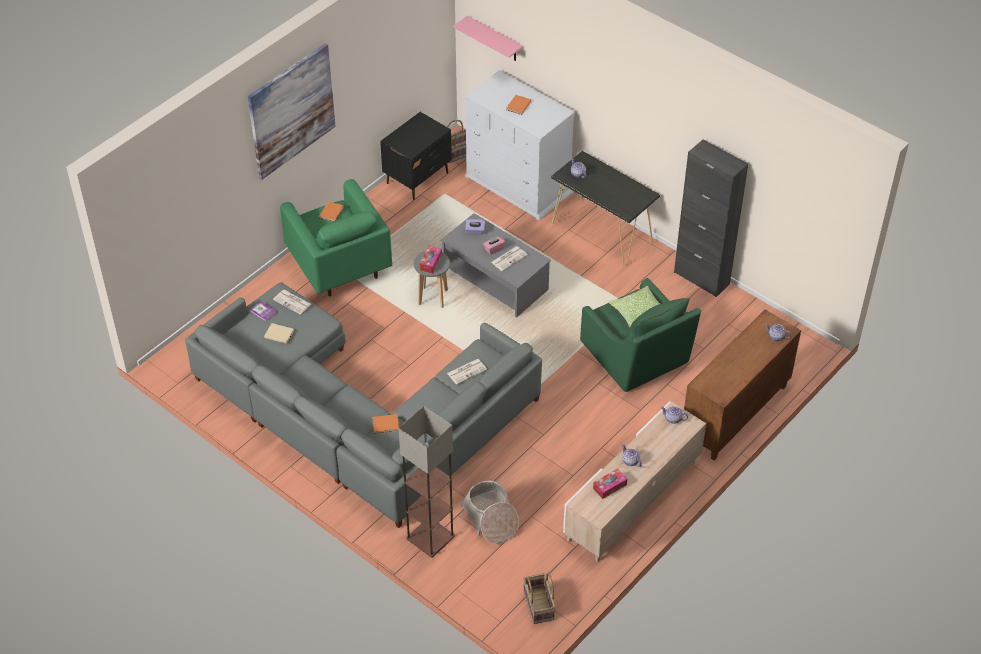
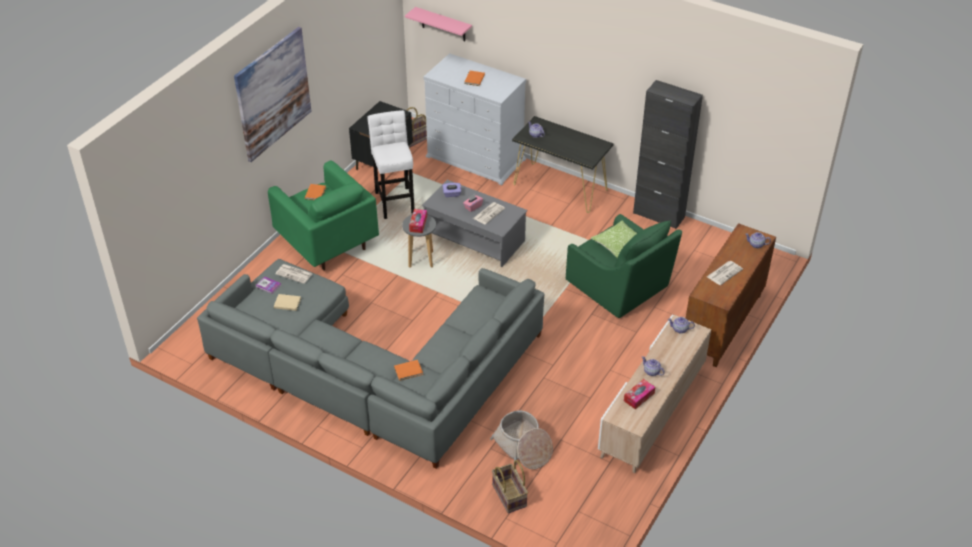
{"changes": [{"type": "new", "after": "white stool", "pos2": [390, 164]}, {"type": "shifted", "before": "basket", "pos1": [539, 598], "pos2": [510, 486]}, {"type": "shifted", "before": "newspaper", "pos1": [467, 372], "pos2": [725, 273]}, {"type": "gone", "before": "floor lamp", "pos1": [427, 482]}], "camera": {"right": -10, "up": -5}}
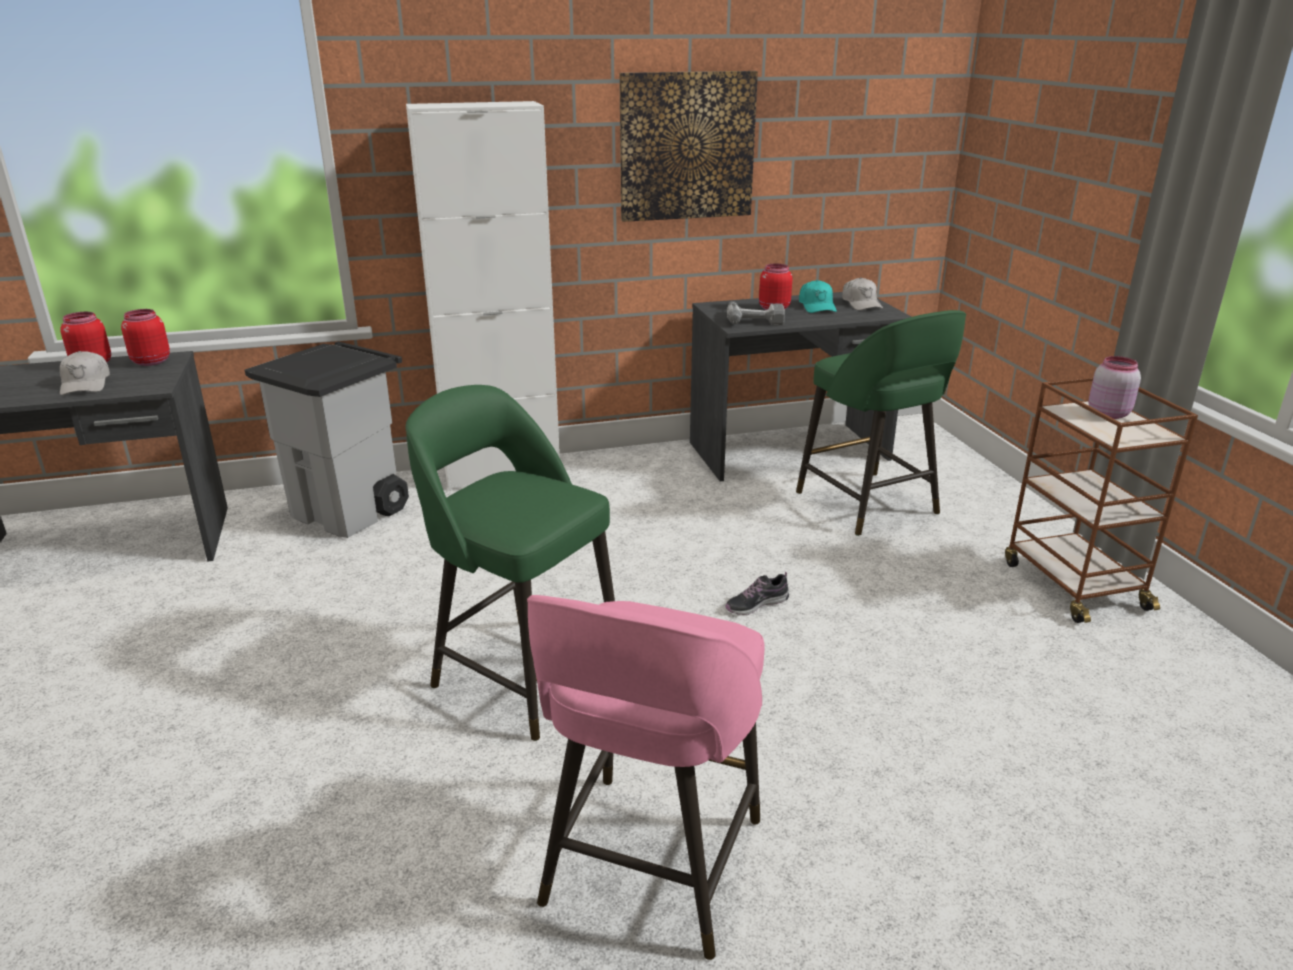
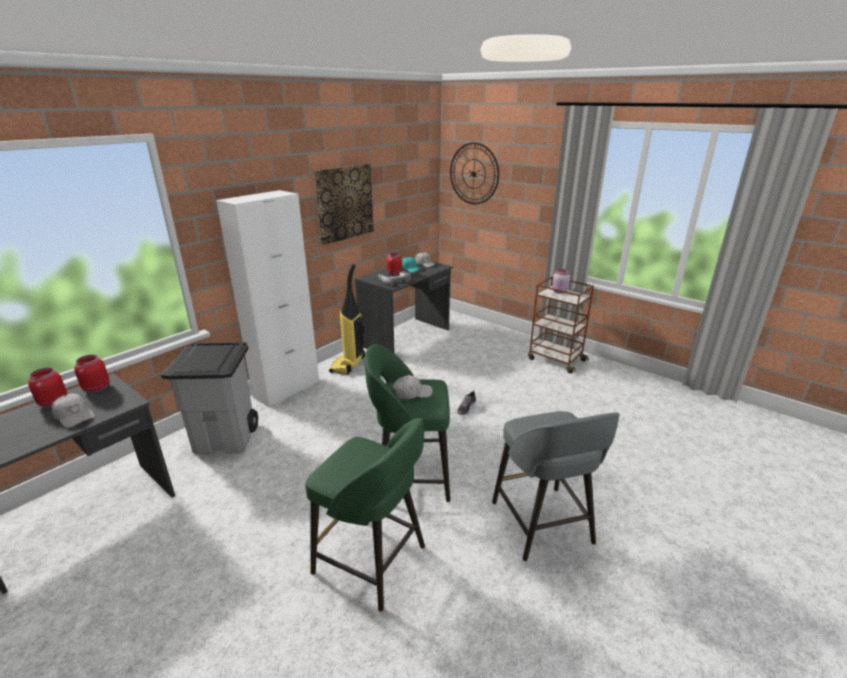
{"changes": [{"type": "shifted", "before": "green stool", "pos1": [881, 423], "pos2": [365, 514]}, {"type": "new", "after": "vacuum cleaner", "pos2": [347, 319]}, {"type": "new", "after": "white cap", "pos2": [413, 387]}, {"type": "new", "after": "wall clock", "pos2": [474, 173]}, {"type": "repainted", "before": "pink stool", "after": "grey stool", "pos1": [646, 777], "pos2": [556, 486]}], "camera": {"right": -35, "up": 0}}
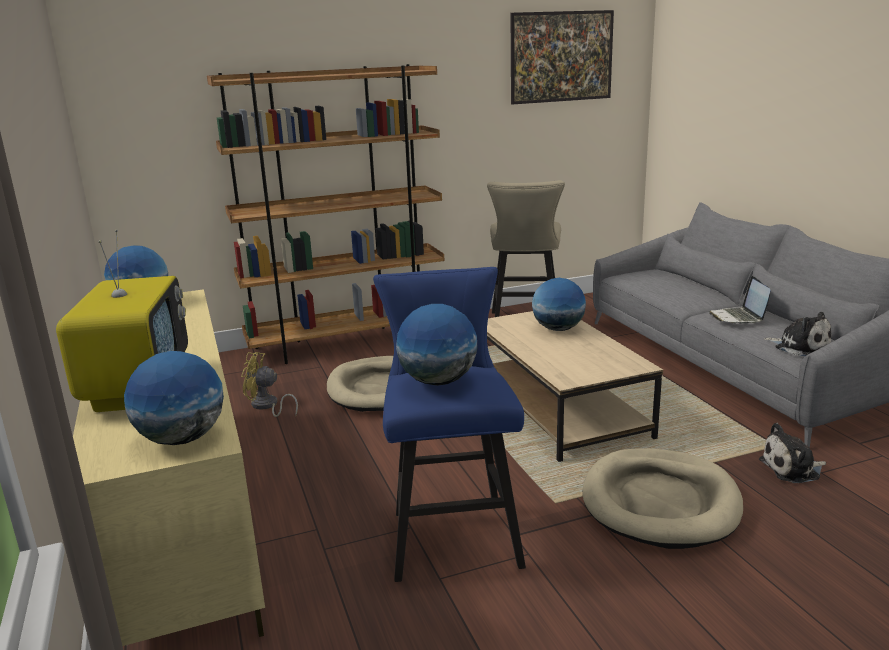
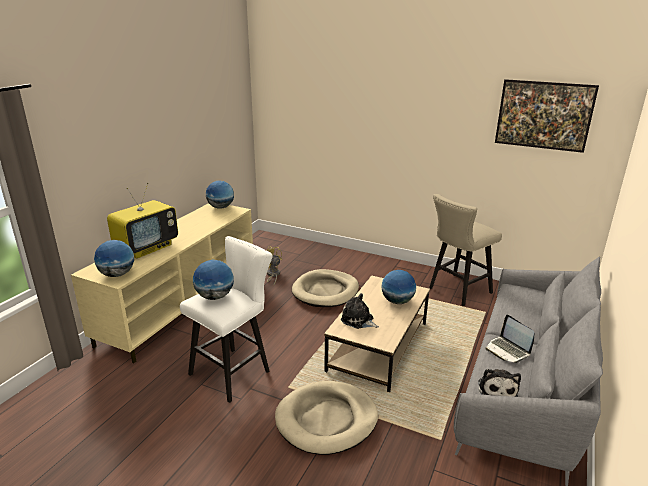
{"changes": [{"type": "repainted", "before": "blue stool", "after": "white stool", "pos1": [449, 424], "pos2": [226, 319]}, {"type": "shifted", "before": "plush toy", "pos1": [792, 453], "pos2": [360, 311]}, {"type": "rotated", "before": "laptop", "pos1": [739, 300], "pos2": [509, 339], "turn": -75}, {"type": "gone", "before": "brown bookcase", "pos1": [325, 214]}], "camera": {"right": 45, "up": 5}}
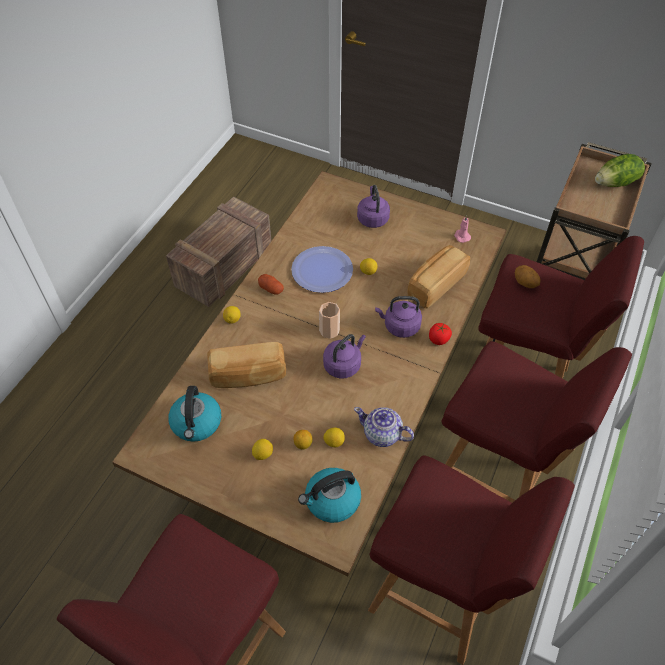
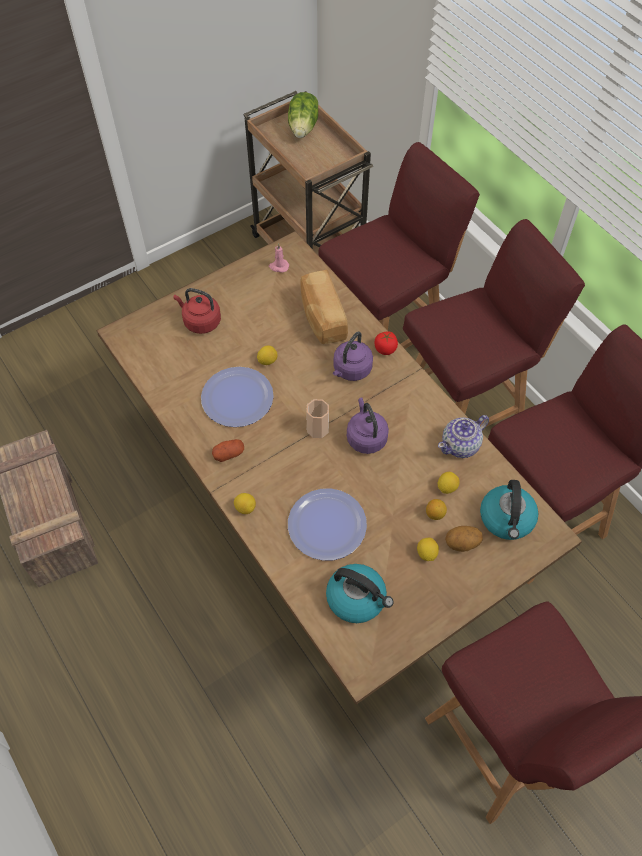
{"changes": [{"type": "repainted", "before": "purple kettle", "after": "red kettle", "pos1": [373, 206], "pos2": [197, 311]}, {"type": "swapped", "before": "bread", "after": "plate", "pos1": [246, 365], "pos2": [327, 524]}, {"type": "shifted", "before": "potato", "pos1": [528, 276], "pos2": [464, 539]}], "camera": {"right": -60, "up": 5}}
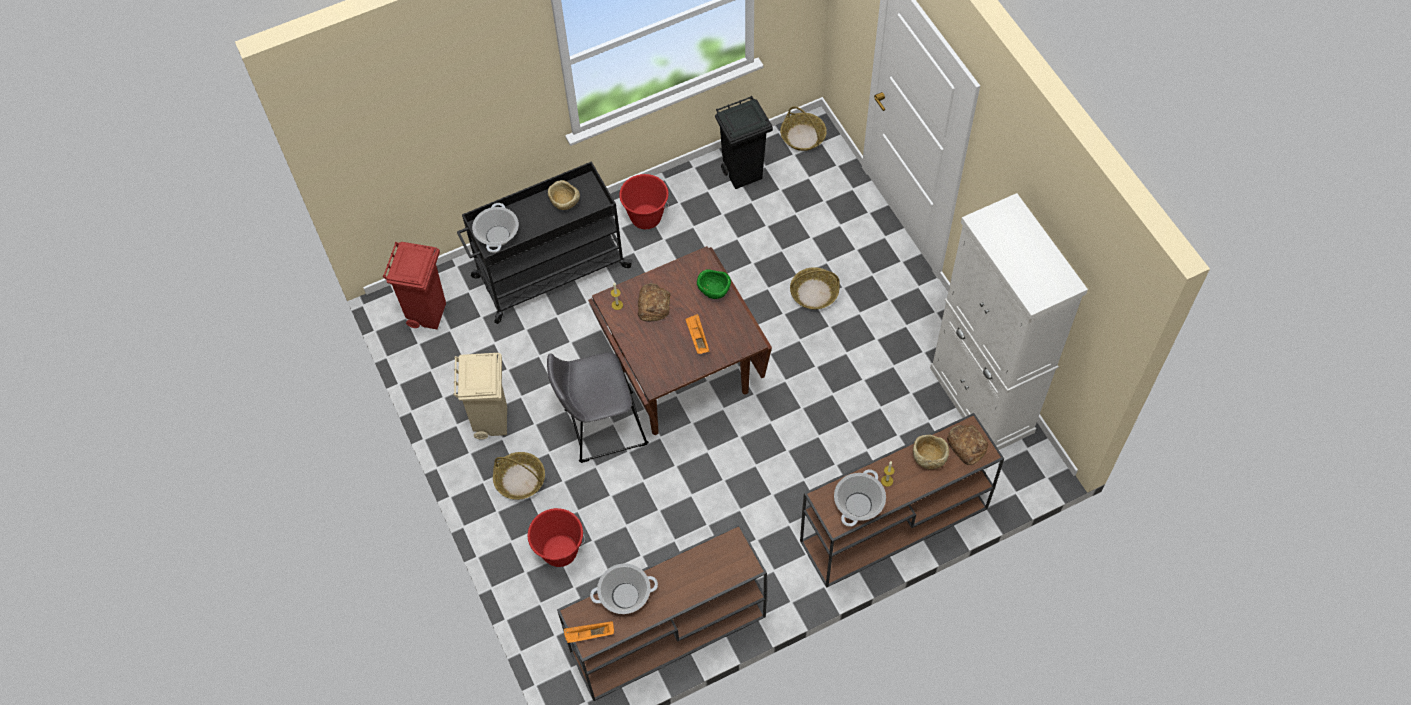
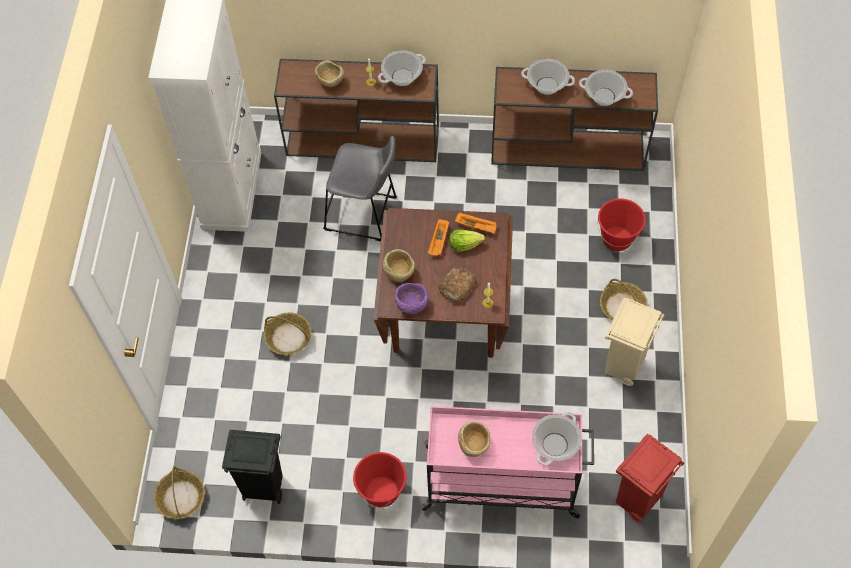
{"changes": [{"type": "shifted", "before": "grey stool", "pos1": [598, 407], "pos2": [360, 188]}, {"type": "repainted", "before": "green bowl", "after": "beige bowl", "pos1": [714, 284], "pos2": [399, 265]}, {"type": "new", "after": "purple bowl", "pos2": [411, 298]}, {"type": "repainted", "before": "black cart", "after": "pink cart", "pos1": [545, 242], "pos2": [506, 462]}, {"type": "new", "after": "lettuce", "pos2": [467, 241]}, {"type": "shifted", "before": "orange tray", "pos1": [589, 632], "pos2": [476, 223]}, {"type": "new", "after": "cooking pot", "pos2": [548, 77]}, {"type": "gone", "before": "bread", "pos1": [967, 445]}], "camera": {"right": -150, "up": 0}}
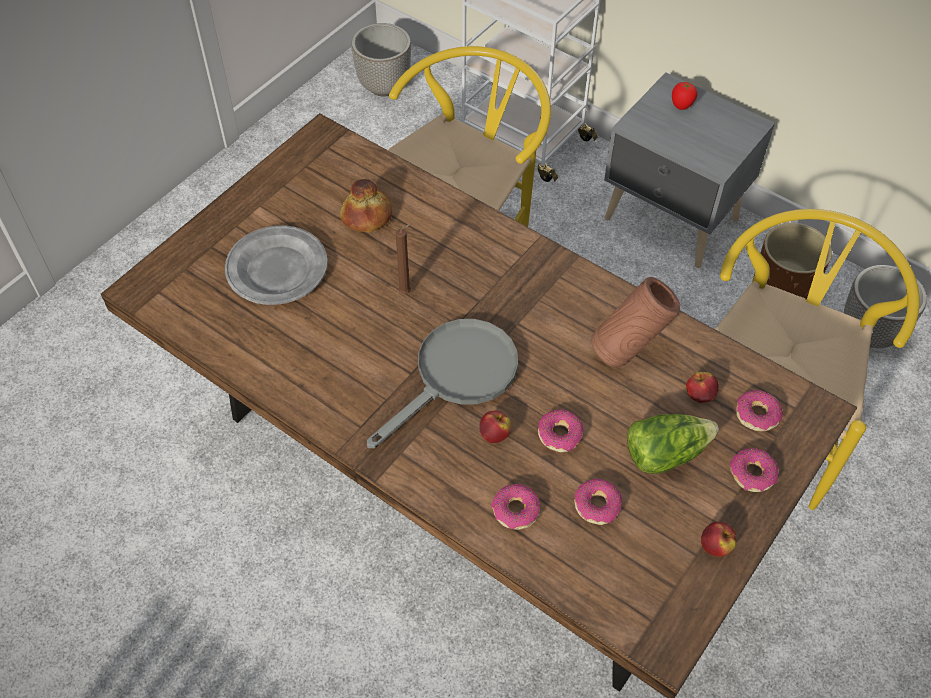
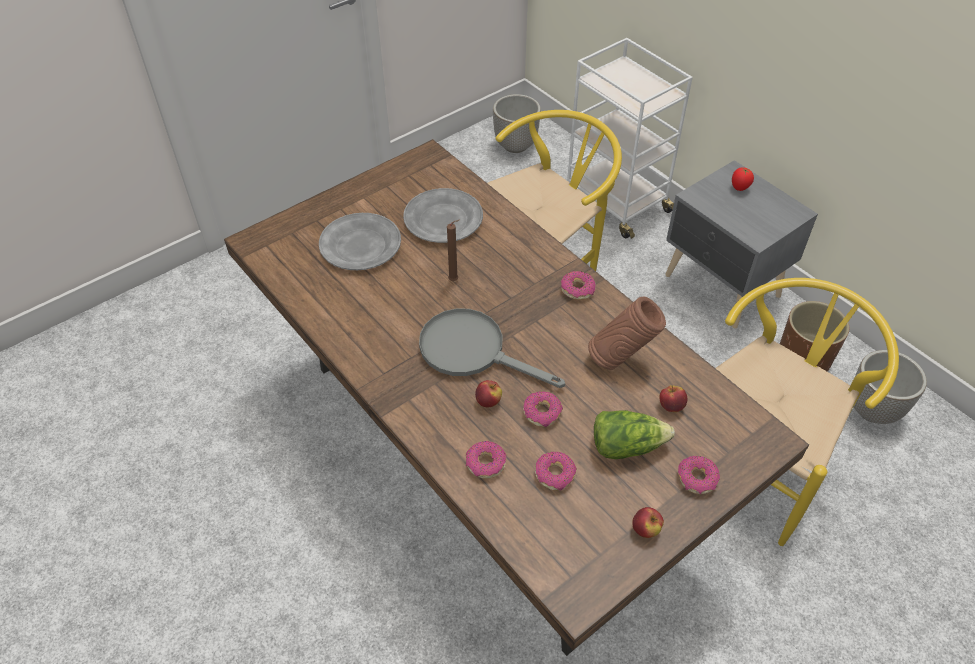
{"changes": [{"type": "swapped", "before": "bread", "after": "grey plate", "pos1": [366, 205], "pos2": [443, 215]}, {"type": "rotated", "before": "grey frying pan", "pos1": [442, 383], "pos2": [492, 348], "turn": -120}, {"type": "shifted", "before": "donut", "pos1": [759, 411], "pos2": [578, 285]}], "camera": {"right": 15, "up": -5}}
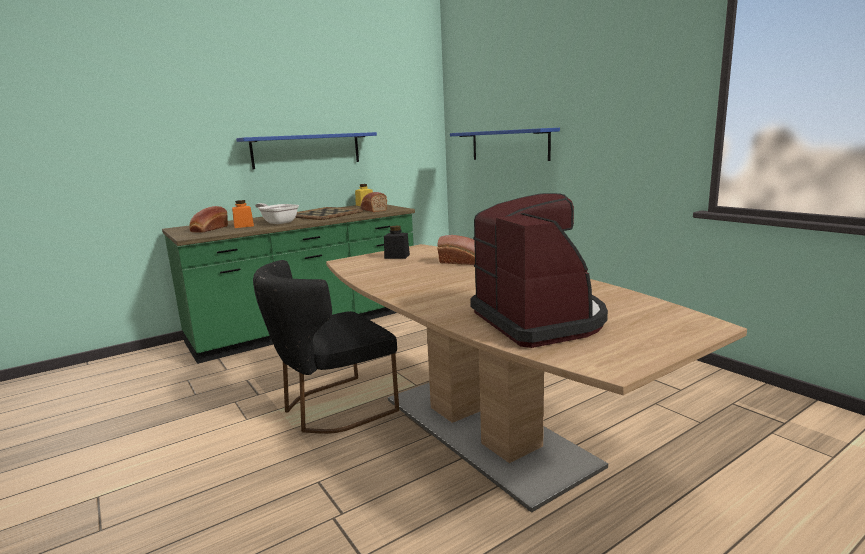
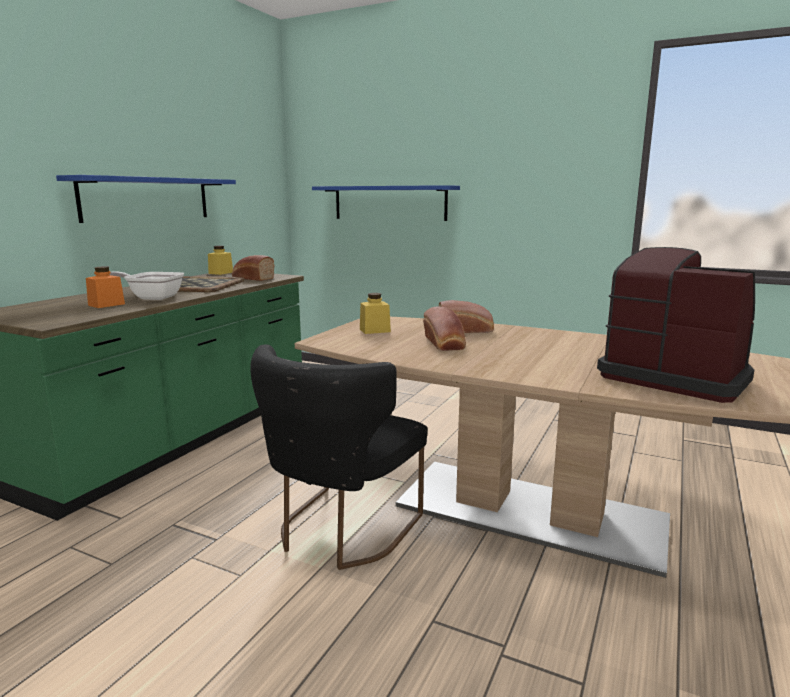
{"changes": [{"type": "repainted", "before": "black jar", "after": "yellow jar", "pos1": [397, 242], "pos2": [375, 313]}, {"type": "shifted", "before": "bread", "pos1": [209, 219], "pos2": [444, 329]}], "camera": {"right": -30, "up": 0}}
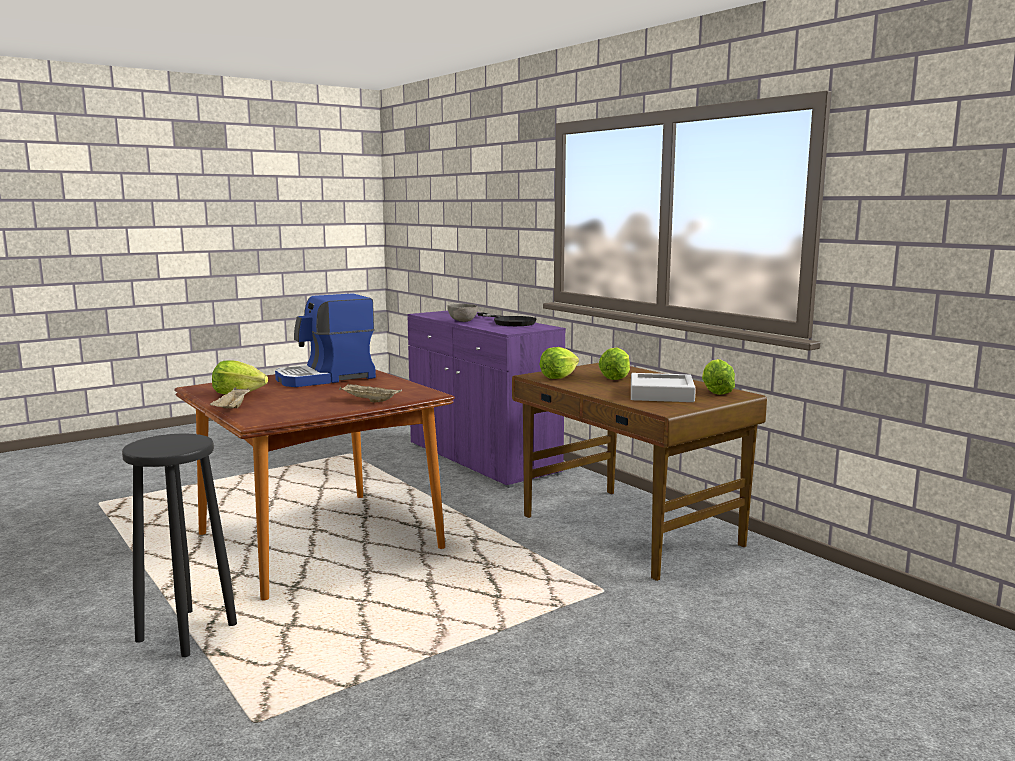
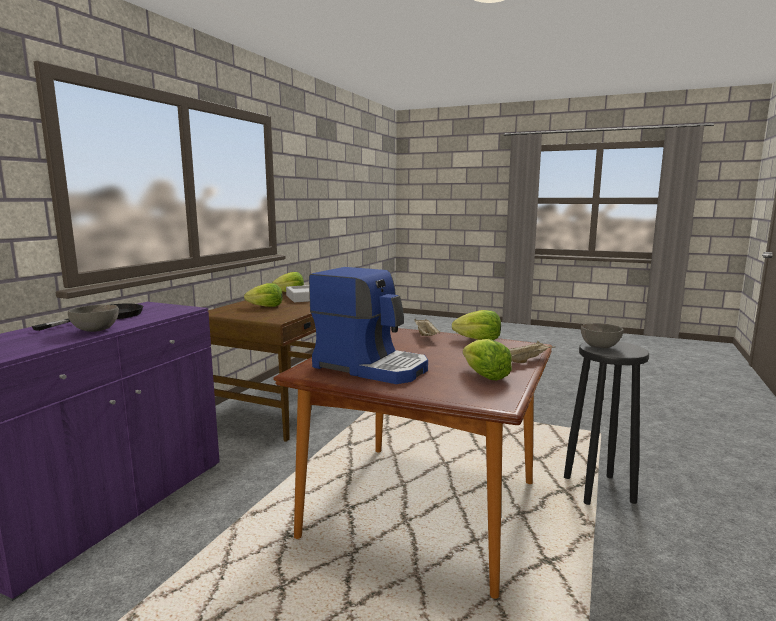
{"changes": [{"type": "shifted", "before": "lettuce", "pos1": [559, 363], "pos2": [476, 325]}, {"type": "new", "after": "grey bowl", "pos2": [602, 335]}], "camera": {"right": -120, "up": 0}}
